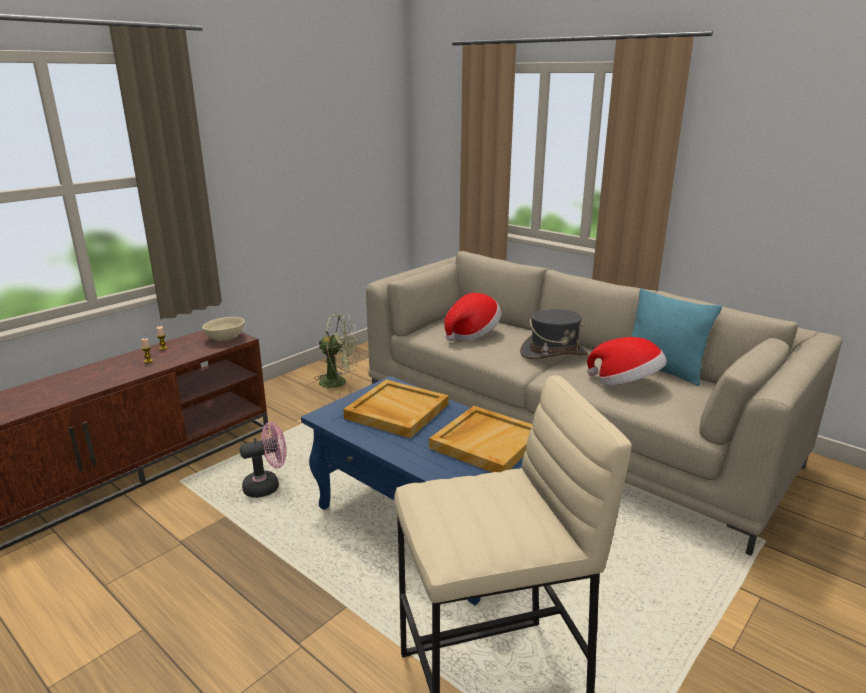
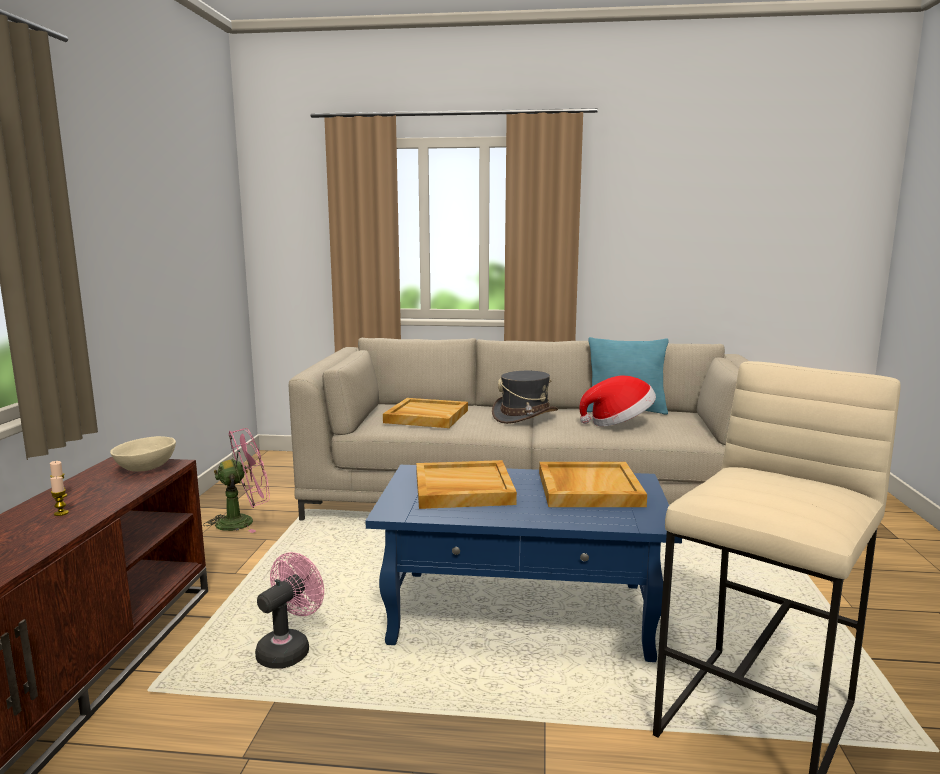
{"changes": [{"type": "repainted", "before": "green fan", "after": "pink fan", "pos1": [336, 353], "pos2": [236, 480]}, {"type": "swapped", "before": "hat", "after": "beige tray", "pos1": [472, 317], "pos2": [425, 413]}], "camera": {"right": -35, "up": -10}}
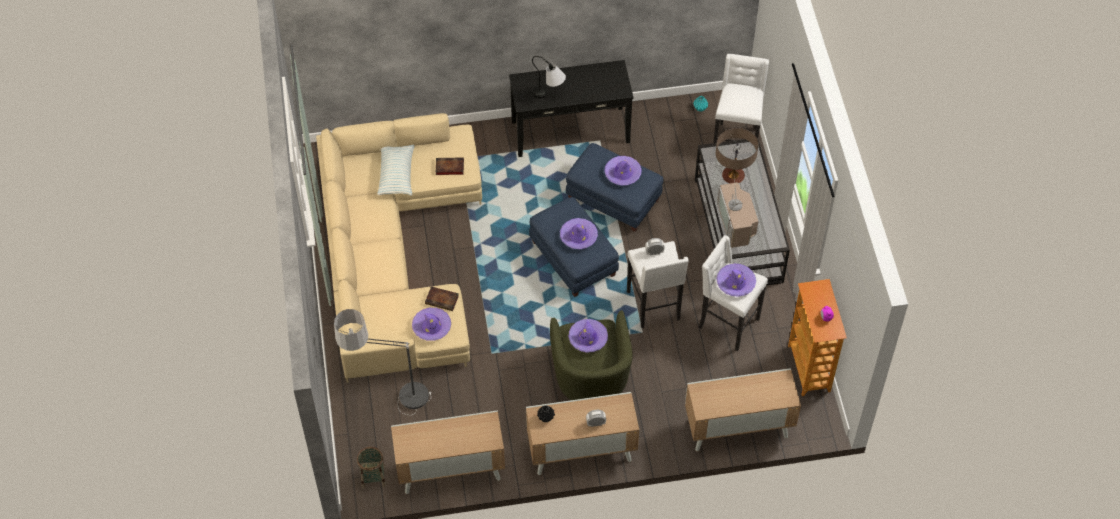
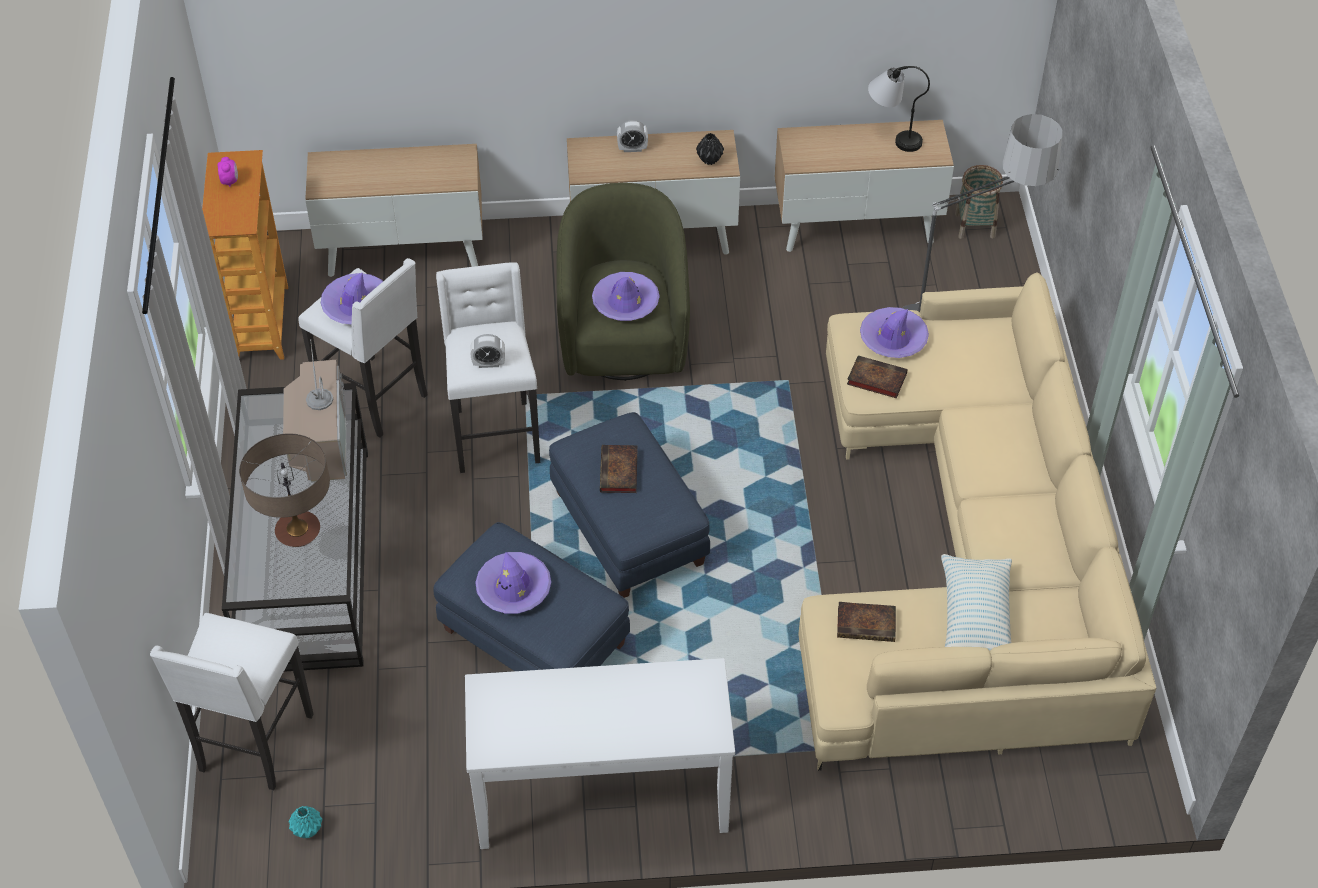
{"changes": [{"type": "repainted", "before": "black console table", "after": "white console table", "pos1": [571, 108], "pos2": [600, 753]}, {"type": "swapped", "before": "purple hat", "after": "book", "pos1": [579, 233], "pos2": [619, 469]}, {"type": "shifted", "before": "table lamp", "pos1": [549, 77], "pos2": [899, 109]}], "camera": {"right": -175, "up": -5}}
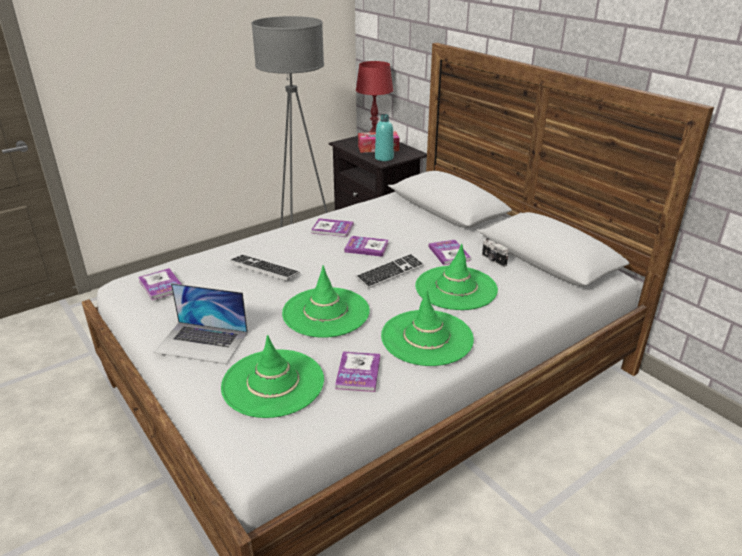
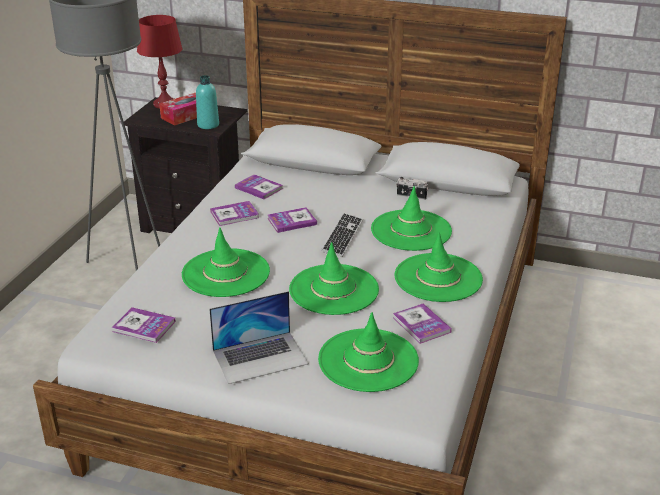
{"changes": [{"type": "swapped", "before": "keyboard", "after": "green hat", "pos1": [264, 267], "pos2": [226, 262]}, {"type": "shifted", "before": "book", "pos1": [450, 252], "pos2": [259, 186]}], "camera": {"right": -35, "up": 0}}
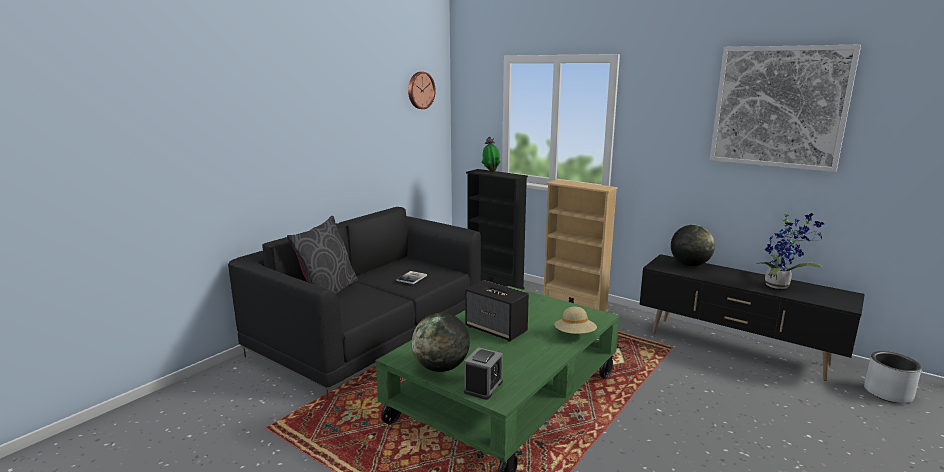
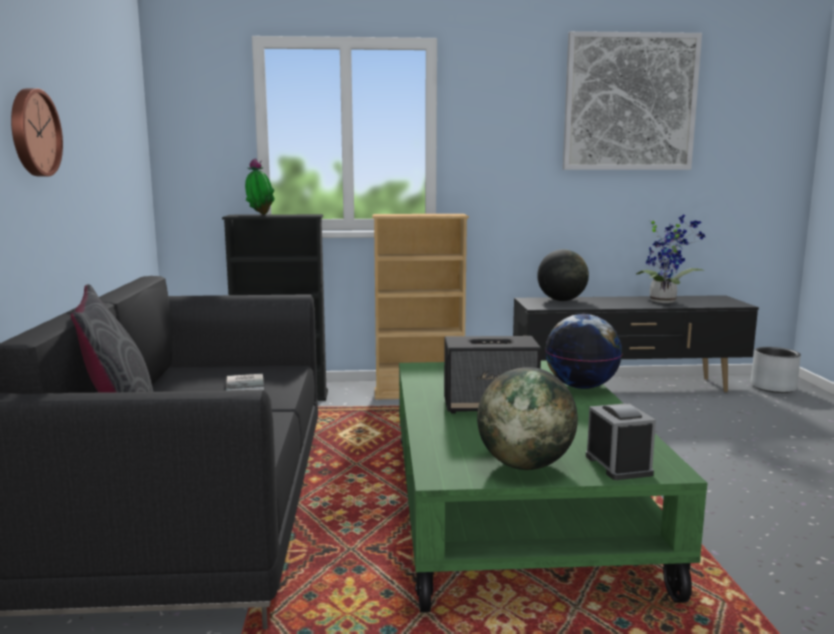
{"changes": [{"type": "shifted", "before": "wall clock", "pos1": [421, 90], "pos2": [37, 132]}, {"type": "swapped", "before": "beige hat", "after": "globe", "pos1": [575, 320], "pos2": [584, 351]}], "camera": {"right": -40, "up": -5}}
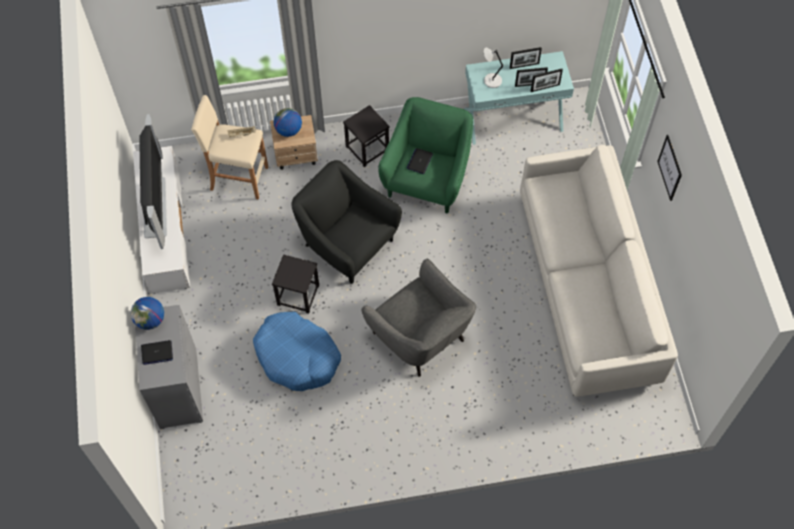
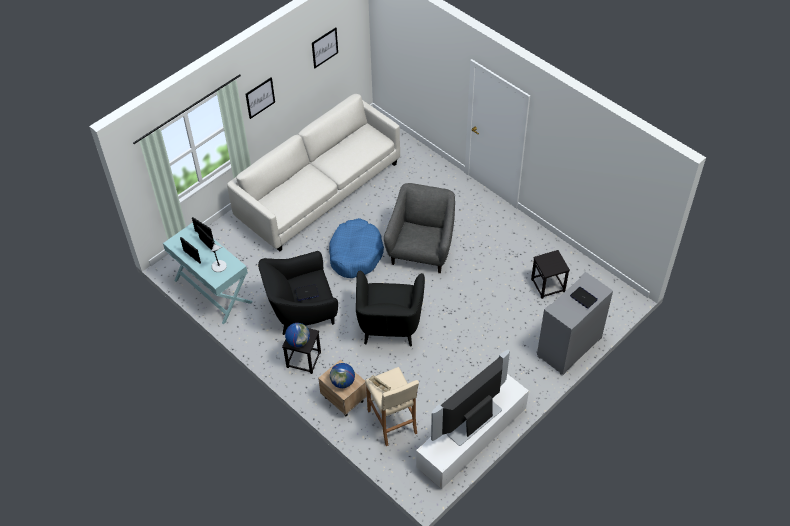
{"changes": [{"type": "repainted", "before": "green armchair", "after": "black armchair", "pos1": [425, 155], "pos2": [298, 293]}, {"type": "shifted", "before": "globe", "pos1": [147, 313], "pos2": [297, 335]}, {"type": "new", "after": "picture", "pos2": [325, 47]}, {"type": "shifted", "before": "blue dog bed", "pos1": [297, 351], "pos2": [356, 248]}, {"type": "shifted", "before": "black stool", "pos1": [295, 284], "pos2": [550, 274]}], "camera": {"right": -125, "up": -10}}
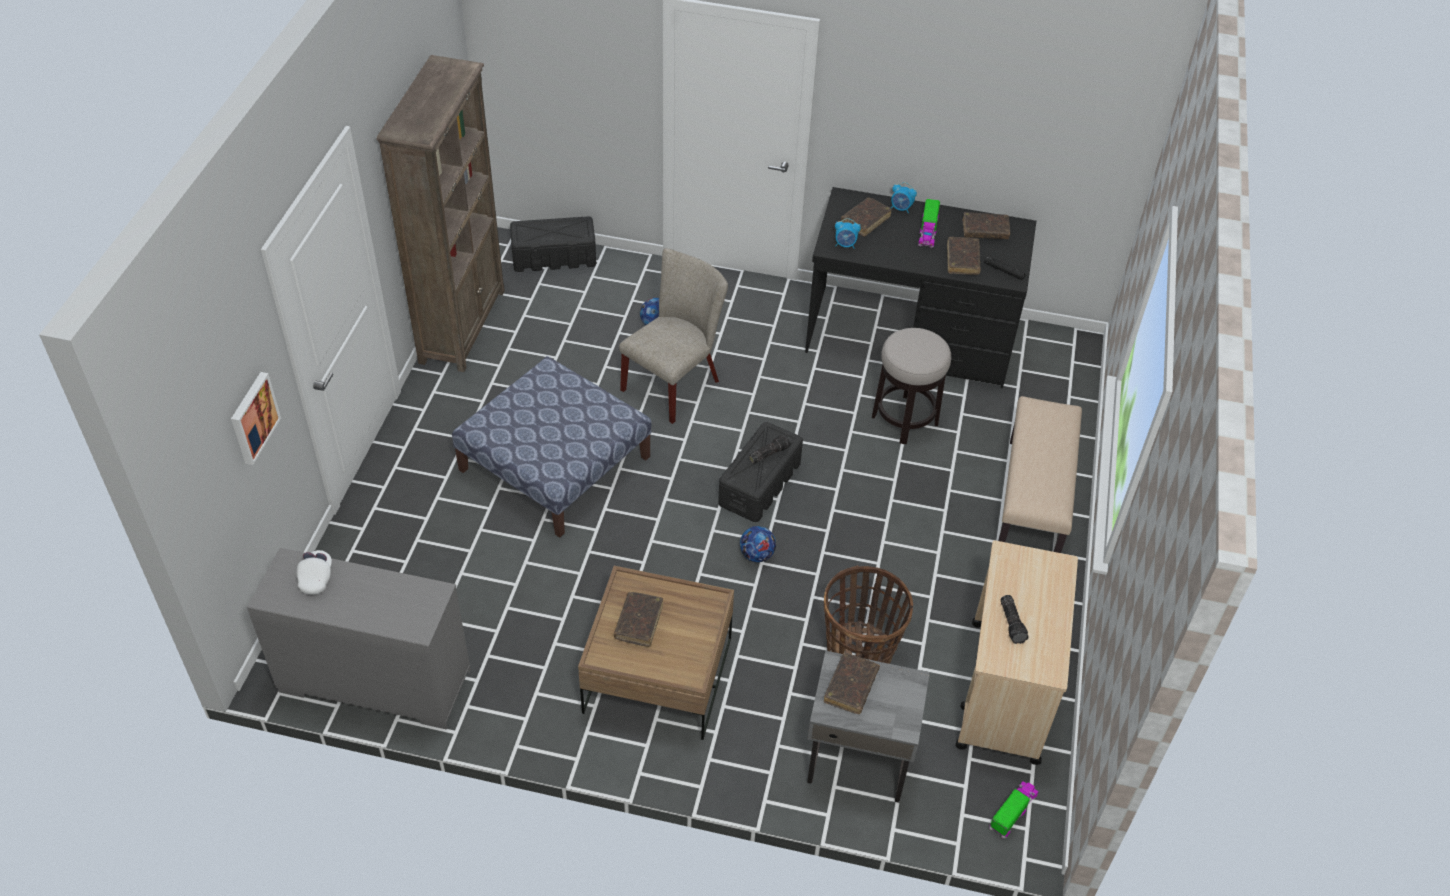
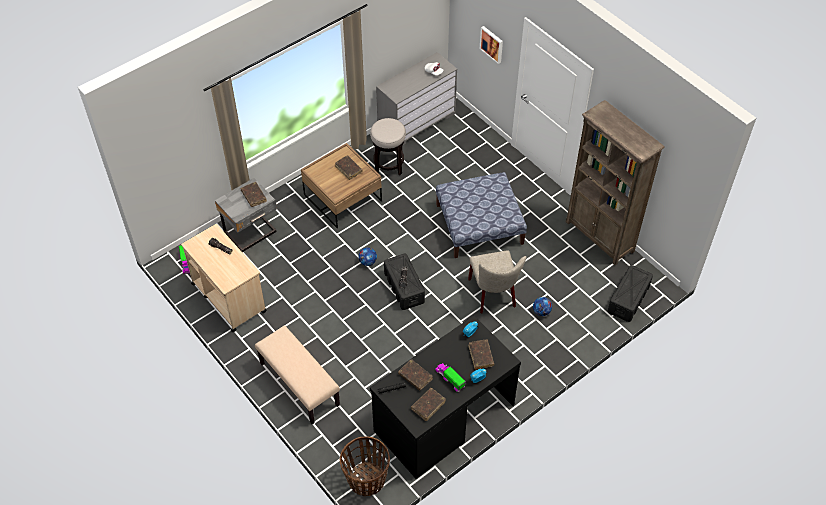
{"changes": [{"type": "shifted", "before": "basket", "pos1": [868, 614], "pos2": [365, 466]}, {"type": "shifted", "before": "stool", "pos1": [911, 386], "pos2": [388, 146]}], "camera": {"right": 130, "up": 5}}
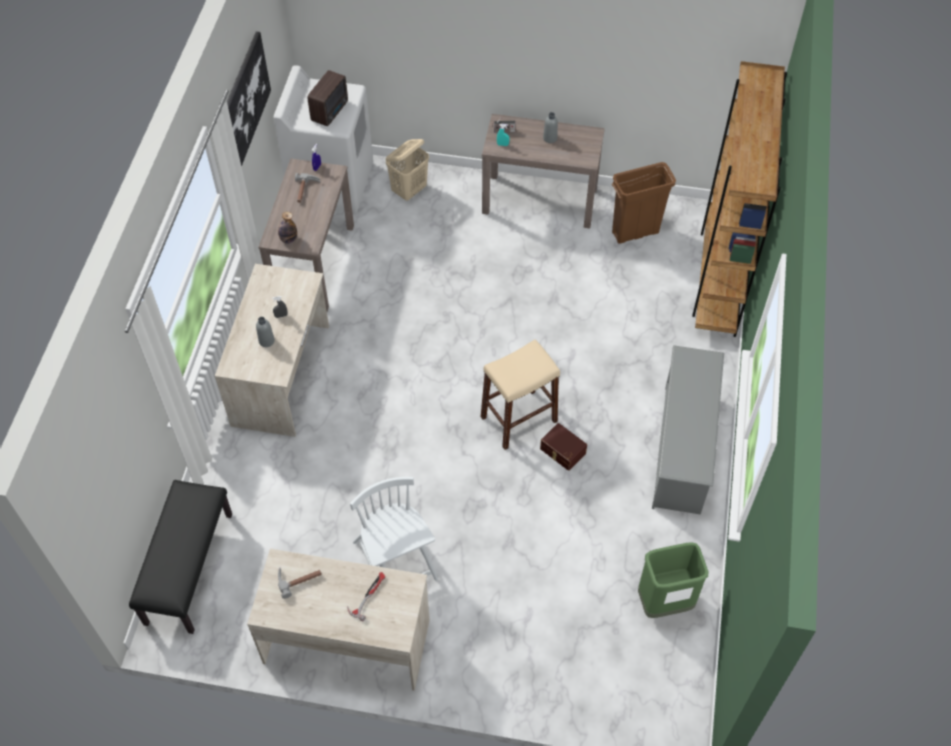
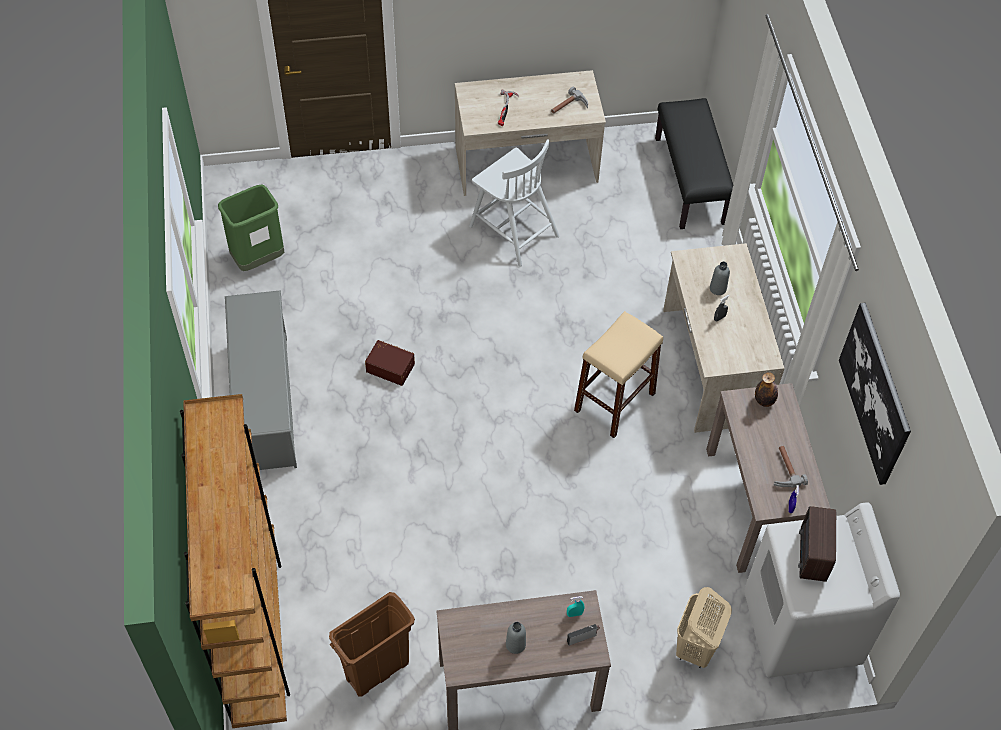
{"changes": [{"type": "shifted", "before": "beige stool", "pos1": [520, 394], "pos2": [618, 374]}], "camera": {"right": 160, "up": 0}}
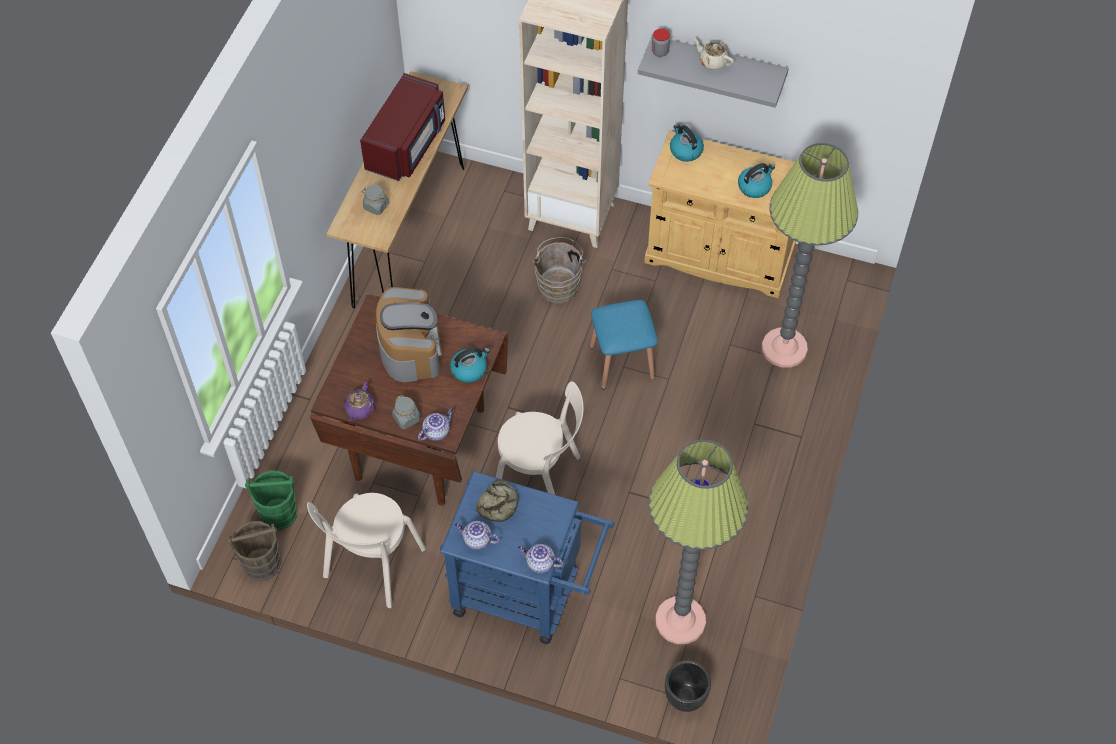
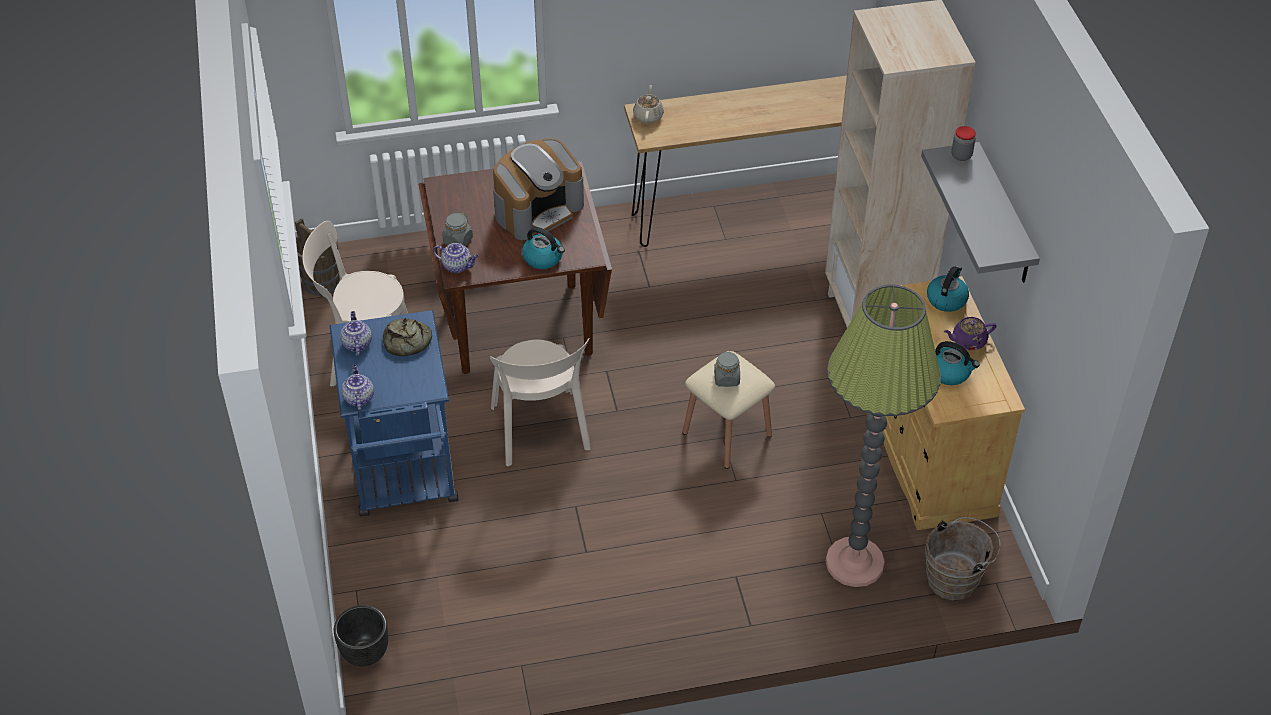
{"changes": [{"type": "shifted", "before": "beige teapot", "pos1": [713, 54], "pos2": [648, 104]}, {"type": "repainted", "before": "blue stool", "after": "beige stool", "pos1": [624, 344], "pos2": [729, 410]}, {"type": "shifted", "before": "grey jar", "pos1": [375, 200], "pos2": [727, 369]}, {"type": "shifted", "before": "brown bucket", "pos1": [559, 270], "pos2": [963, 558]}, {"type": "shifted", "before": "purple teapot", "pos1": [359, 401], "pos2": [970, 333]}, {"type": "gone", "before": "green bucket", "pos1": [271, 500]}, {"type": "gone", "before": "red microwave", "pos1": [402, 127]}, {"type": "gone", "before": "floor lamp", "pos1": [698, 541]}], "camera": {"right": 60, "up": -10}}
